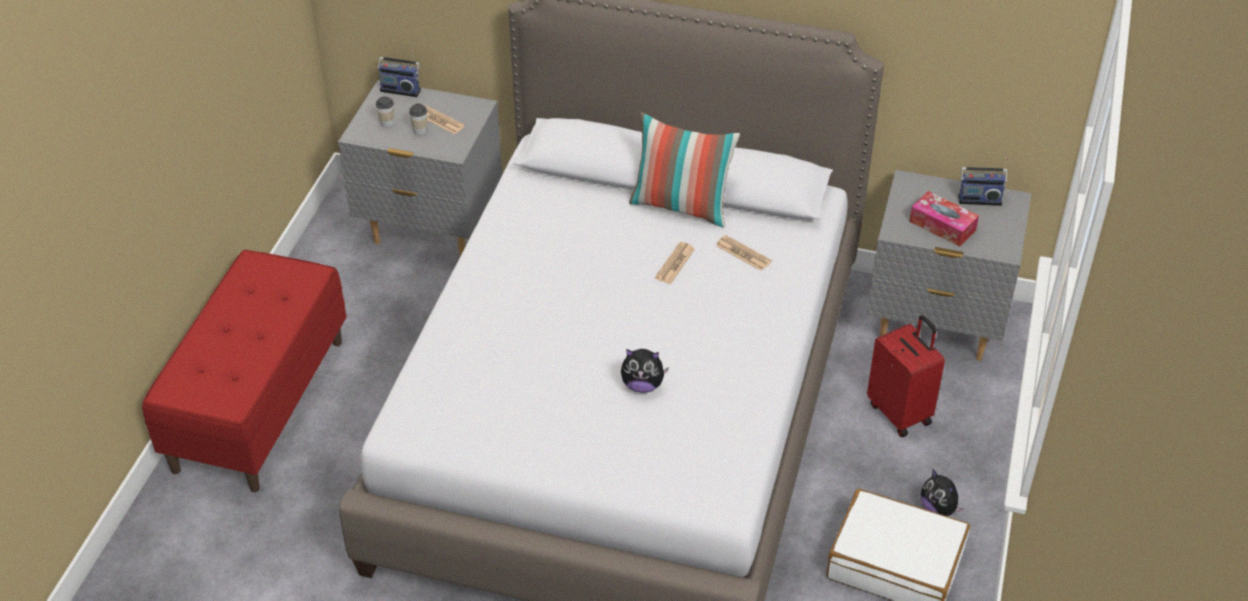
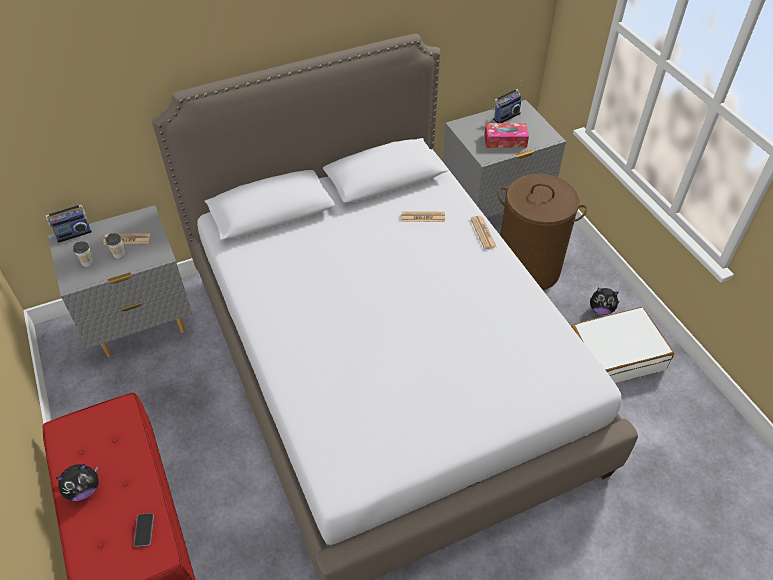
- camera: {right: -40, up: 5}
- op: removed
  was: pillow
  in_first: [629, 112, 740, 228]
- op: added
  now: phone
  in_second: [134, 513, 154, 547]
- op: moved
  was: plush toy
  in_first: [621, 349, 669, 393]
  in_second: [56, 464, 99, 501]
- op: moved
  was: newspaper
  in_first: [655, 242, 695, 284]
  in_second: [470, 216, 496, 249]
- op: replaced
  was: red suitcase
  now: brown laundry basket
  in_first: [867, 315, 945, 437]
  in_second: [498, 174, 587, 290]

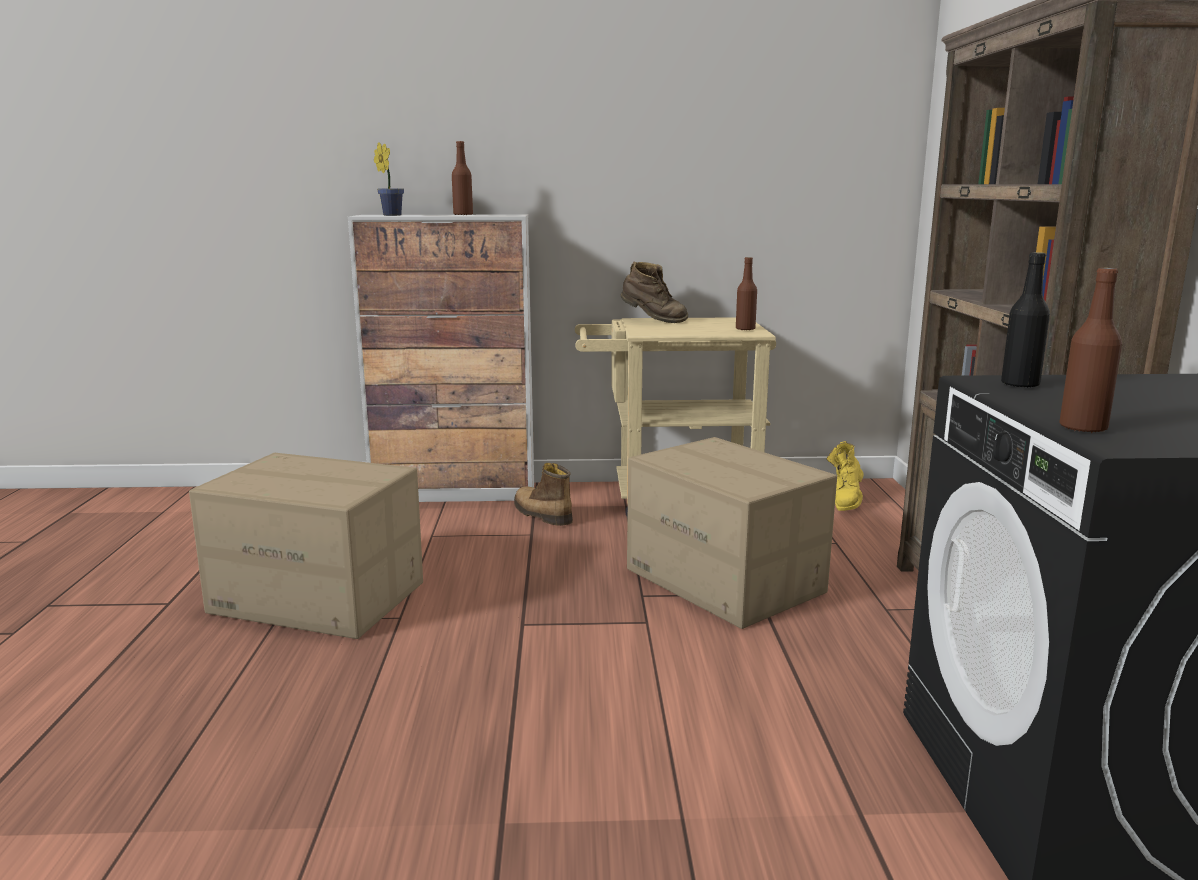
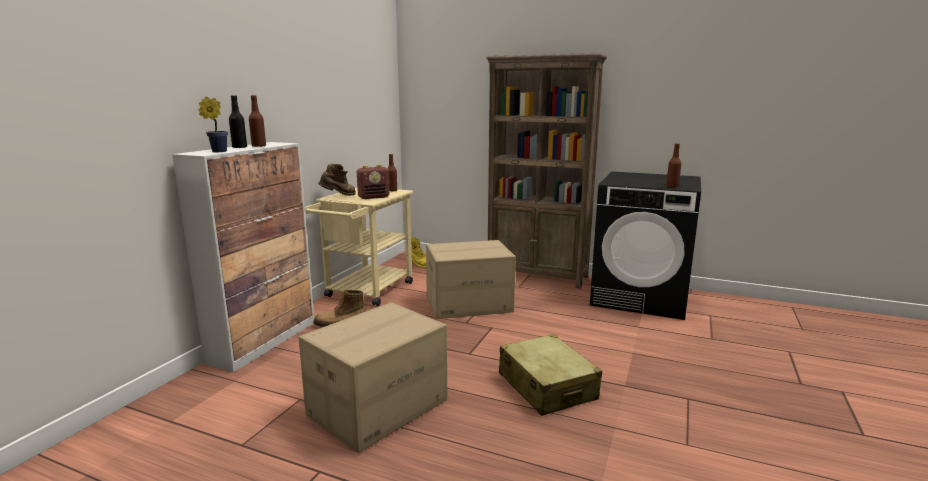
- camera: {right: -65, up: 0}
- op: added
  now: radio
  in_second: [357, 165, 390, 199]
- op: added
  now: beige suitcase
  in_second: [499, 334, 602, 416]
- op: moved
  was: black bottle
  in_first: [1001, 252, 1050, 388]
  in_second: [229, 95, 247, 148]

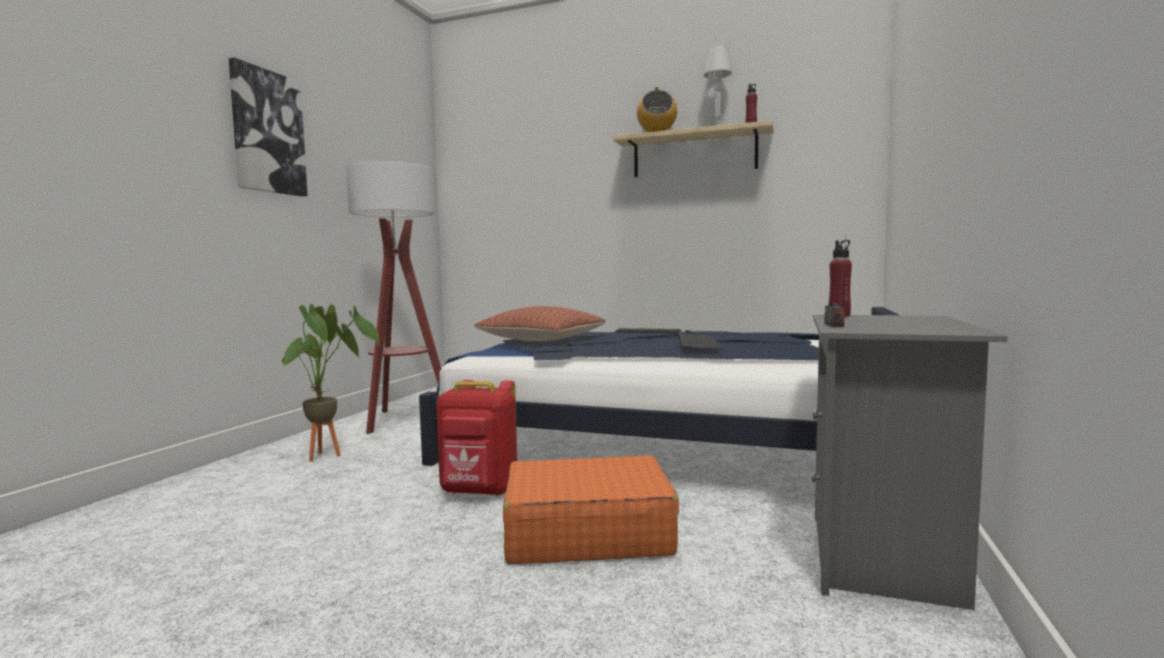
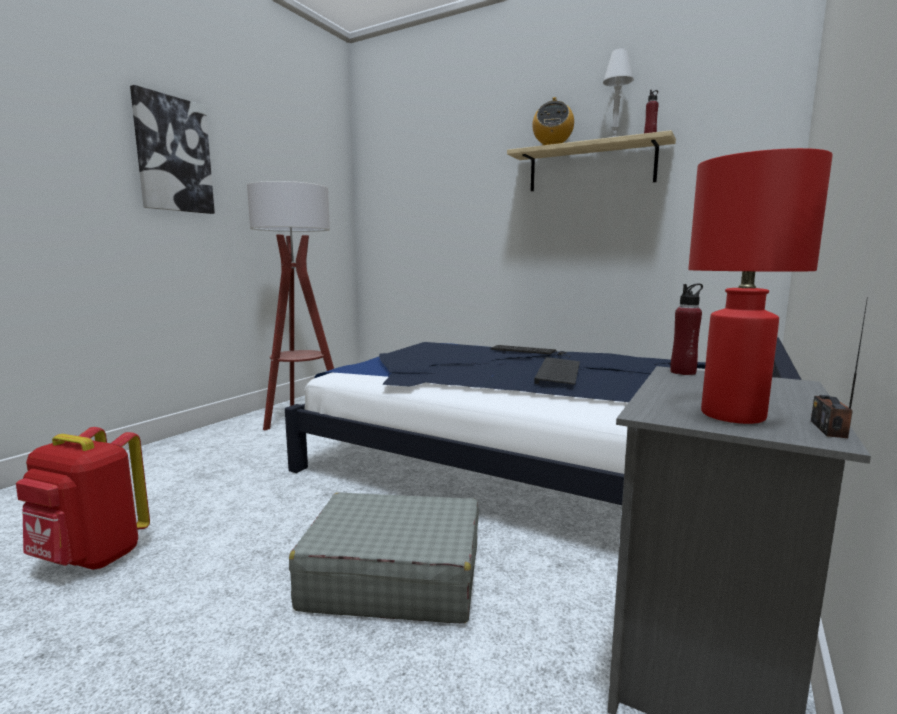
- camera: {right: 10, up: 5}
- op: removed
  was: potted plant
  in_first: [282, 304, 380, 462]
- op: removed
  was: pillow
  in_first: [474, 306, 606, 341]
- op: added
  now: red table lamp
  in_second: [688, 148, 833, 424]
- op: moved
  was: red backpack
  in_first: [436, 380, 517, 496]
  in_second: [16, 427, 150, 570]
- op: moved
  was: radio
  in_first: [824, 235, 846, 327]
  in_second: [811, 297, 868, 438]
- op: recoloured
  was: orange suitcase
  now: grey suitcase
  in_first: [503, 455, 679, 564]
  in_second: [289, 492, 479, 624]

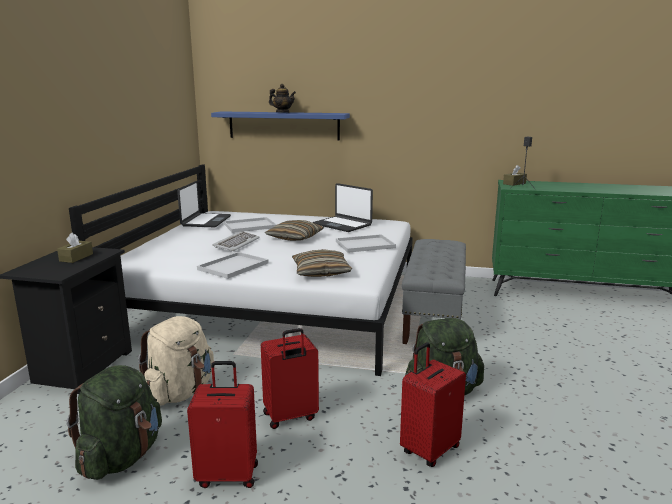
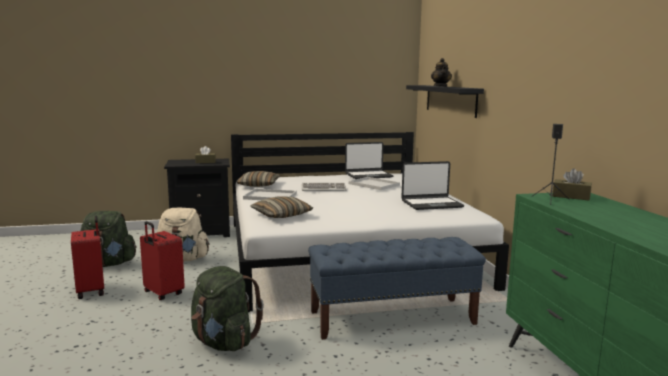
- camera: {right: 65, up: -5}
- op: removed
  was: white tray
  in_first: [336, 234, 396, 253]
- op: removed
  was: red suitcase
  in_first: [400, 343, 466, 467]
- op: moved
  was: pillow
  in_first: [265, 220, 324, 241]
  in_second: [236, 171, 280, 187]
- op: recoloured
  was: blue shelf
  now: black shelf
  in_first: [211, 111, 350, 140]
  in_second: [406, 85, 484, 118]
- op: recoloured
  was: grey bench
  now: blue bench
  in_first: [402, 239, 466, 344]
  in_second: [308, 237, 486, 340]
- op: turned
  was: laptop
  in_first: [313, 183, 373, 232]
  in_second: [401, 161, 464, 210]
  clockwise: -120

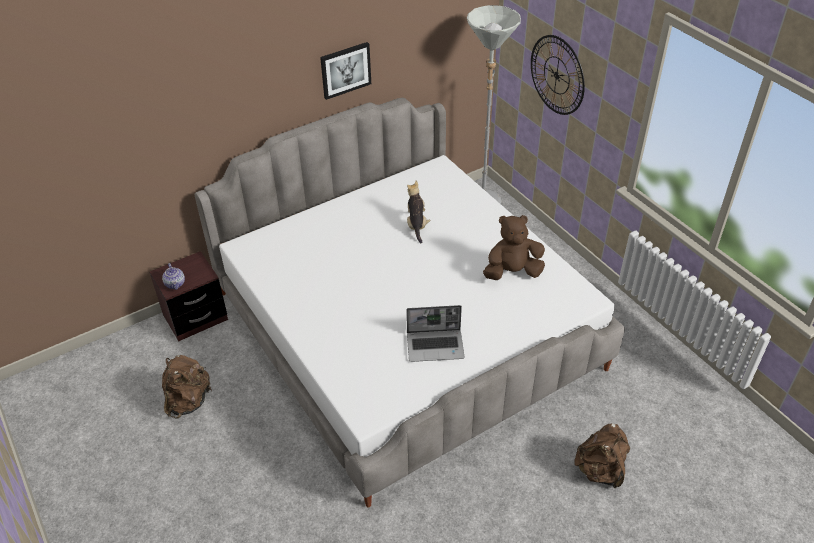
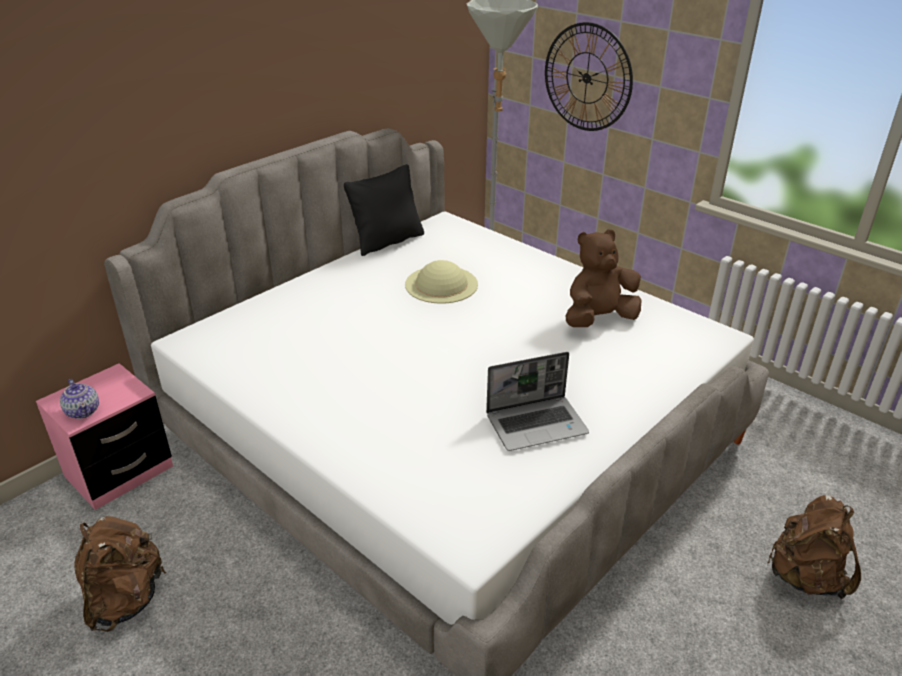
- camera: {right: -15, up: -10}
- op: removed
  was: picture
  in_first: [320, 42, 371, 100]
- op: added
  now: black pillow
  in_second: [344, 164, 424, 256]
- op: replaced
  was: plush toy
  now: beige hat
  in_first: [407, 181, 430, 243]
  in_second: [405, 260, 478, 304]
- op: recoloured
  was: brown nightstand
  now: pink nightstand
  in_first: [149, 251, 228, 341]
  in_second: [36, 363, 173, 510]

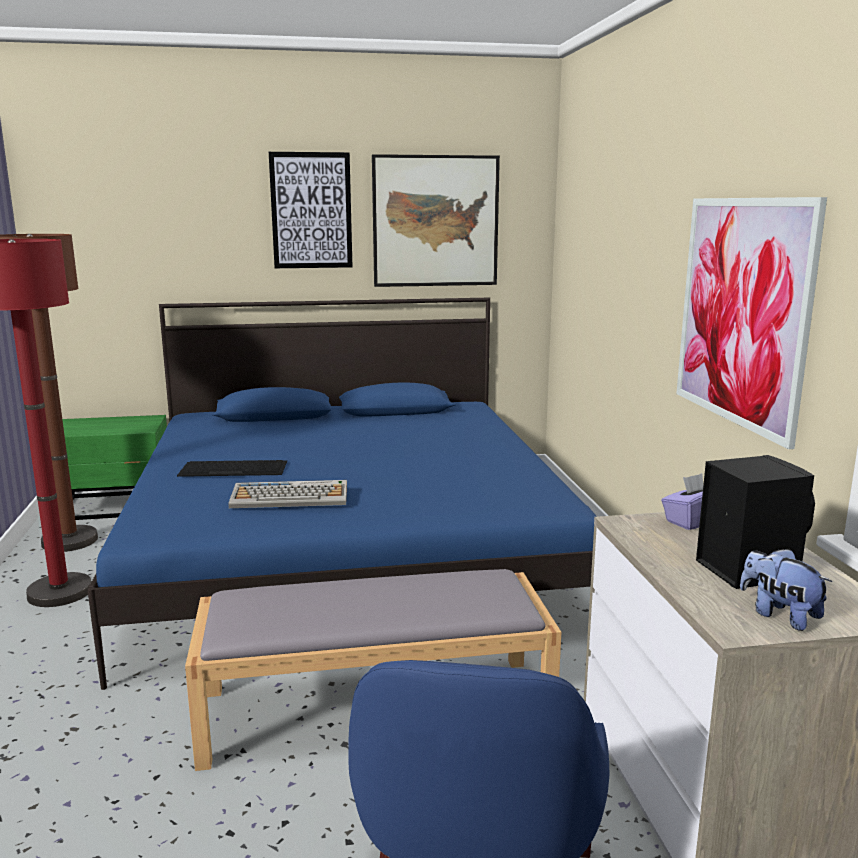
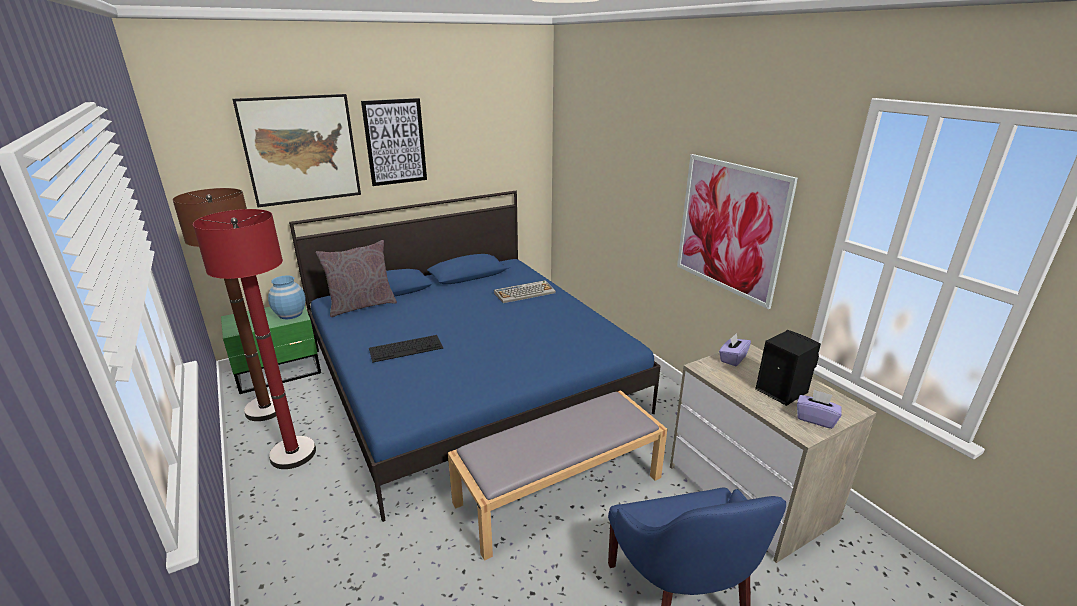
- camera: {right: -20, up: 10}
- op: added
  now: blue vase
  in_second: [268, 276, 306, 319]
- op: added
  now: grey pillow
  in_second: [316, 240, 397, 317]
- op: moved
  was: keyboard
  in_first: [228, 480, 347, 508]
  in_second: [494, 280, 556, 303]
- op: moved
  was: picture
  in_first: [372, 154, 500, 287]
  in_second: [232, 94, 361, 207]
- op: replaced
  was: plush toy
  now: purple tissue box
  in_first: [740, 548, 832, 631]
  in_second: [797, 390, 842, 429]

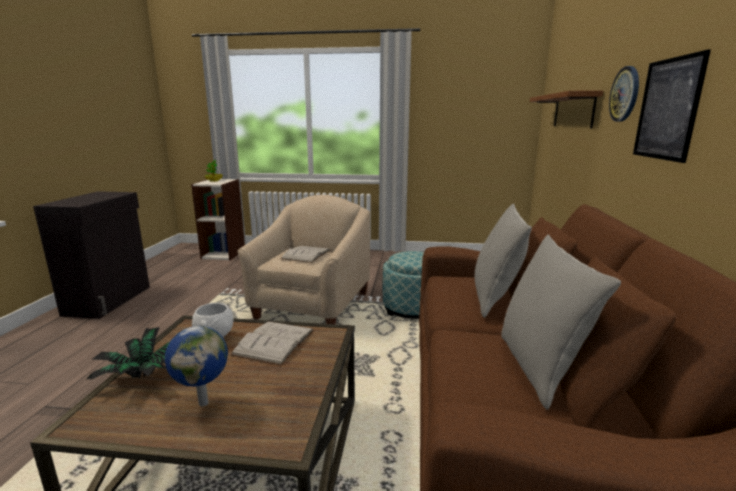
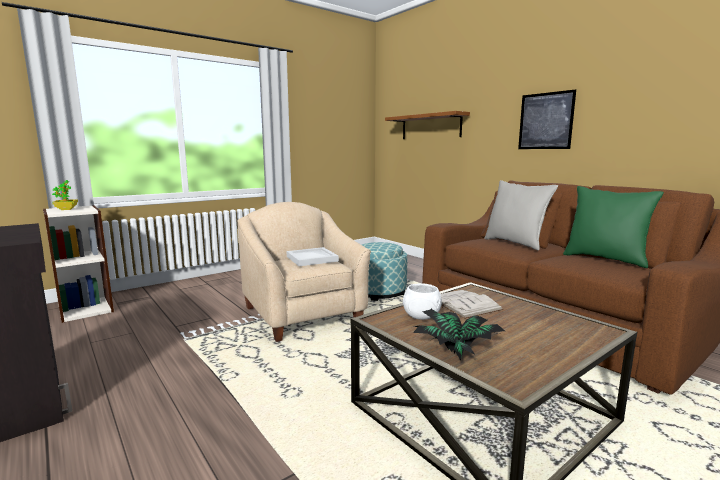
- camera: {right: -45, up: -5}
- op: removed
  was: globe
  in_first: [165, 326, 228, 407]
- op: removed
  was: wall clock
  in_first: [609, 66, 639, 121]
- op: replaced
  was: white book
  now: white tray
  in_first: [281, 246, 330, 263]
  in_second: [287, 247, 339, 266]
- op: recoloured
  was: grey pillow
  now: green pillow
  in_first: [501, 235, 621, 410]
  in_second: [563, 186, 664, 268]

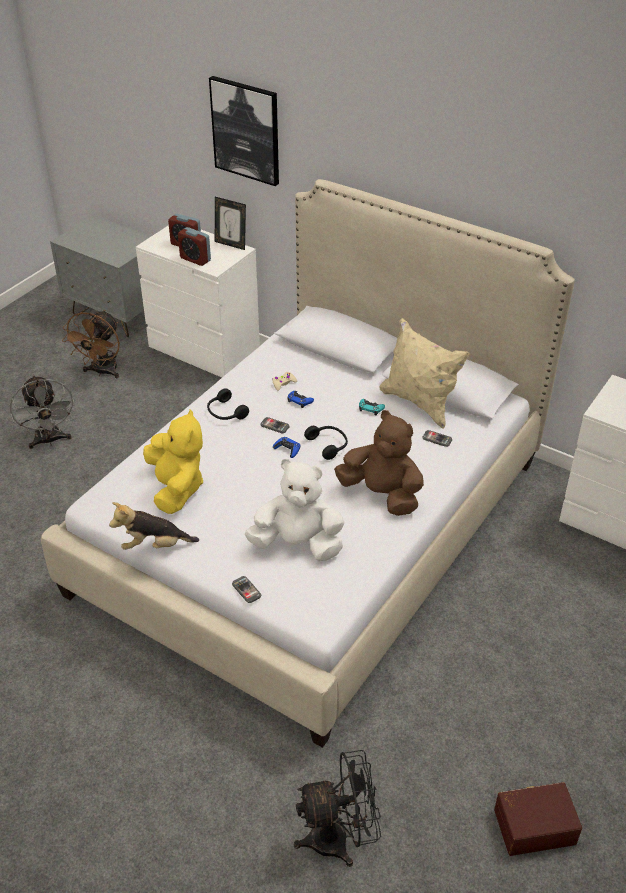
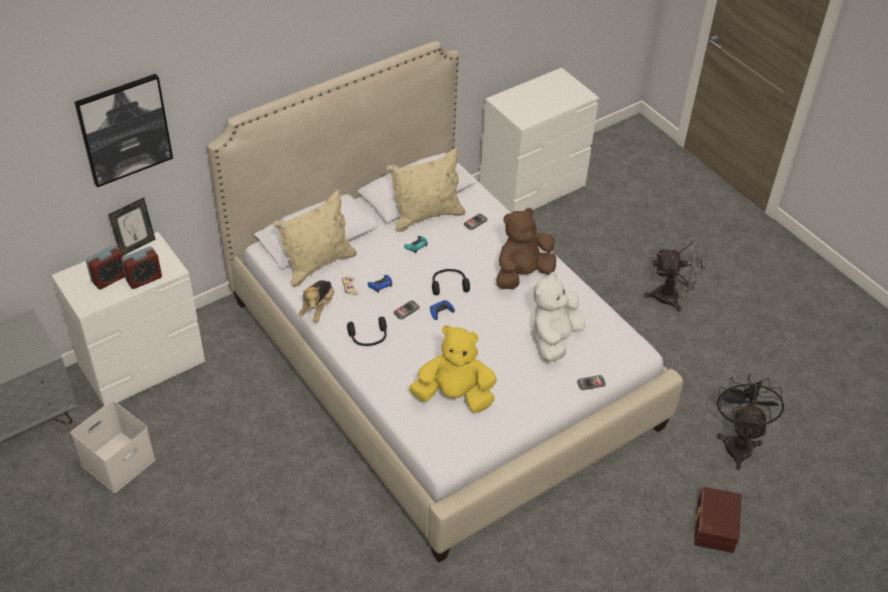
- camera: {right: -70, up: 5}
- op: added
  now: beige pillow
  in_second: [273, 189, 357, 287]
- op: moved
  was: grey fan
  in_first: [10, 375, 75, 449]
  in_second: [644, 235, 708, 312]
- op: moved
  was: plush toy
  in_first: [109, 502, 199, 550]
  in_second: [298, 280, 334, 322]
- op: moved
  was: brown storage box
  in_first: [494, 782, 582, 856]
  in_second: [694, 487, 741, 553]
- op: replaced
  was: brown fan
  now: white storage box
  in_first: [62, 310, 120, 378]
  in_second: [71, 400, 156, 493]

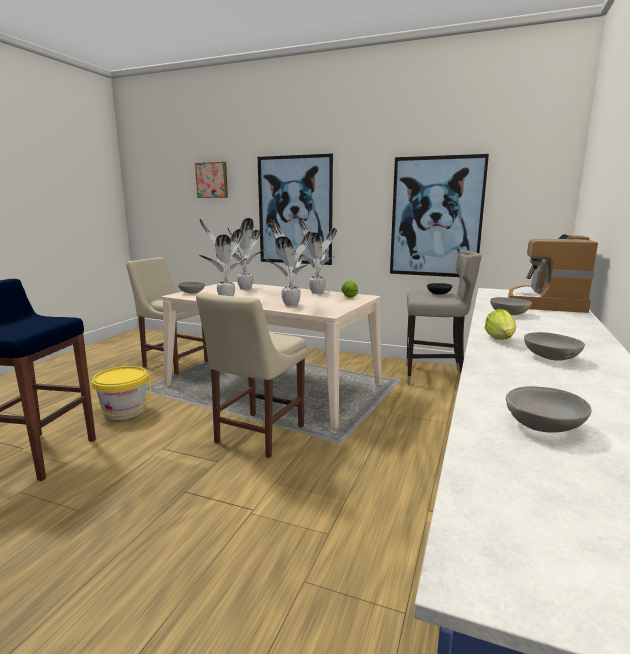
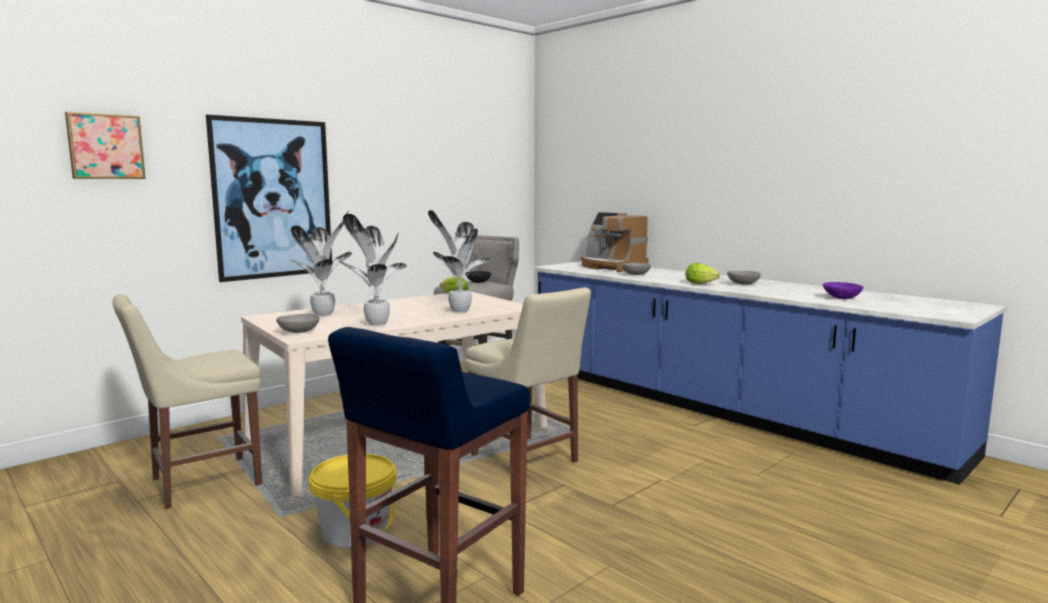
- camera: {right: -65, up: -5}
- op: removed
  was: potted plant
  in_first: [294, 218, 337, 294]
- op: removed
  was: picture
  in_first: [390, 154, 489, 277]
- op: recoloured
  was: grey bowl
  now: purple bowl
  in_first: [506, 386, 592, 433]
  in_second: [823, 282, 863, 299]

